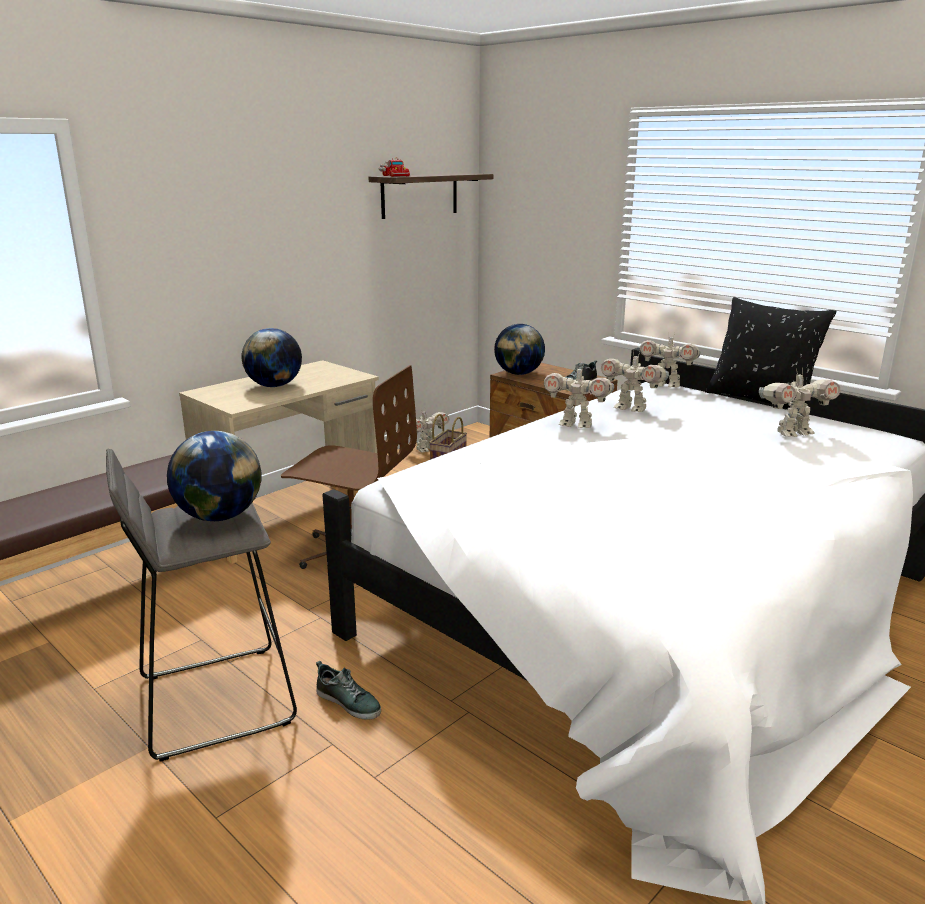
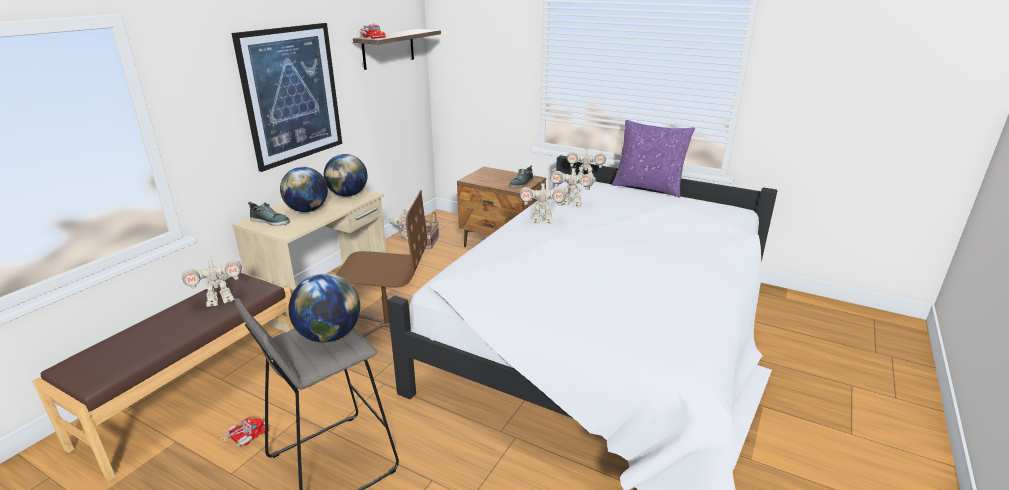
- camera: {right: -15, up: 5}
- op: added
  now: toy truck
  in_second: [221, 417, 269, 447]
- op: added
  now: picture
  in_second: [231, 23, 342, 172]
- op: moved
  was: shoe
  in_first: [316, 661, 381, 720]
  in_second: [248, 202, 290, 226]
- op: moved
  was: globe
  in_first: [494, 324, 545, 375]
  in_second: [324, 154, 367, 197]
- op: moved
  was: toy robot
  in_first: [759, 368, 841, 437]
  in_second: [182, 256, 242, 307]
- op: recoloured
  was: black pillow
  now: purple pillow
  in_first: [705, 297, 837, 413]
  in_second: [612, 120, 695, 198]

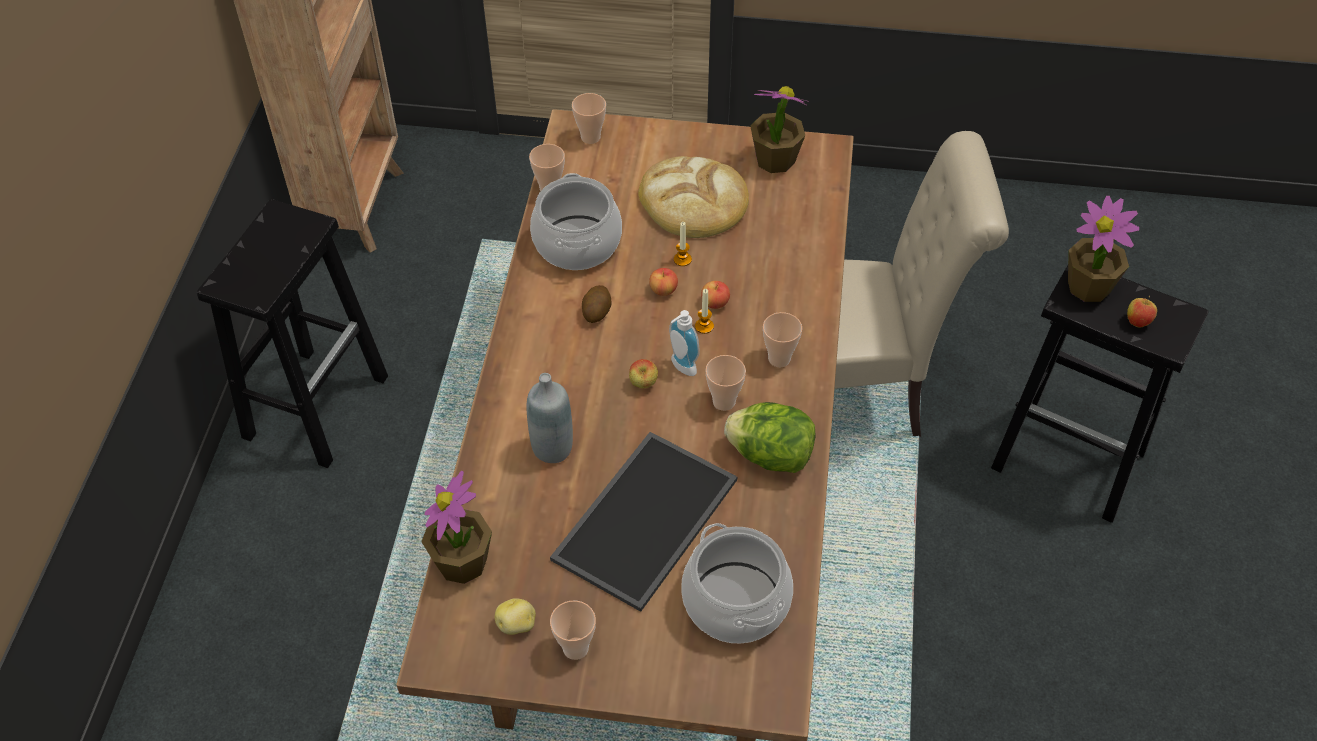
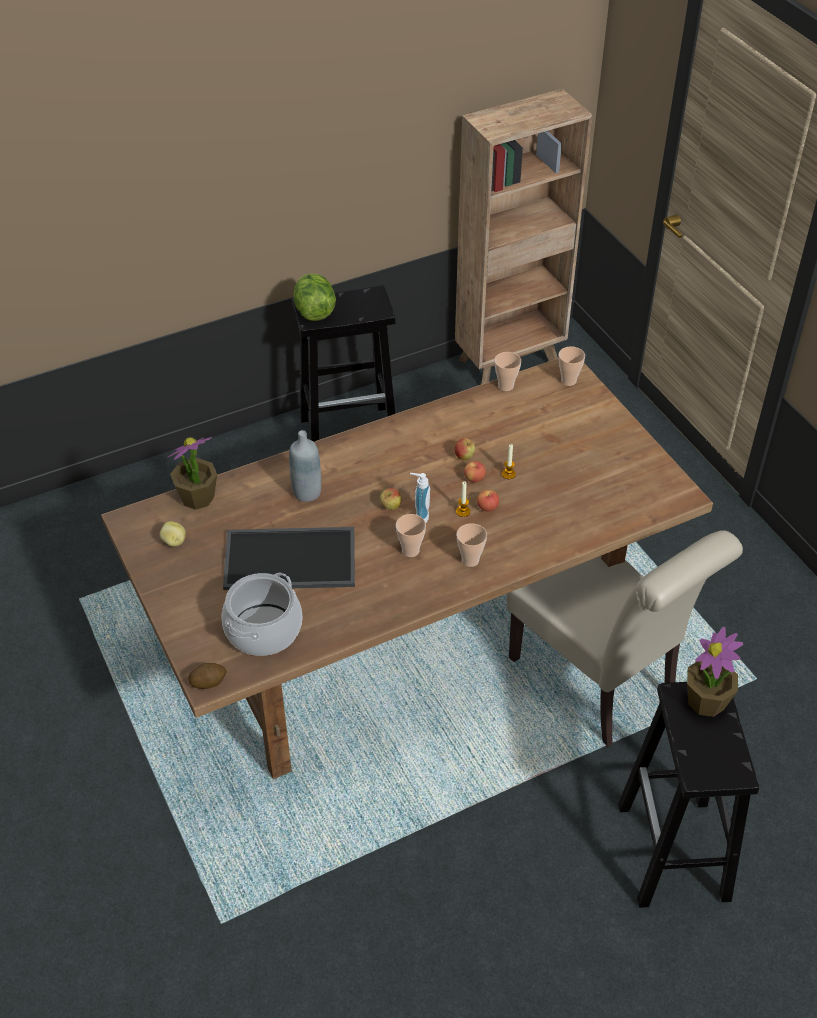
- camera: {right: 55, up: -5}
- op: removed
  was: cooking pot
  in_first: [530, 173, 622, 270]
- op: removed
  was: cup
  in_first: [550, 601, 596, 660]
- op: removed
  was: bread
  in_first: [638, 156, 749, 238]
- op: removed
  was: potted plant
  in_first: [750, 86, 809, 173]
- op: moved
  was: potato
  in_first: [582, 285, 612, 323]
  in_second: [188, 663, 227, 689]
- op: moved
  was: lettuce
  in_first: [724, 402, 815, 473]
  in_second: [294, 273, 336, 321]
- op: moved
  was: apple
  in_first: [1127, 296, 1157, 327]
  in_second: [455, 438, 475, 460]

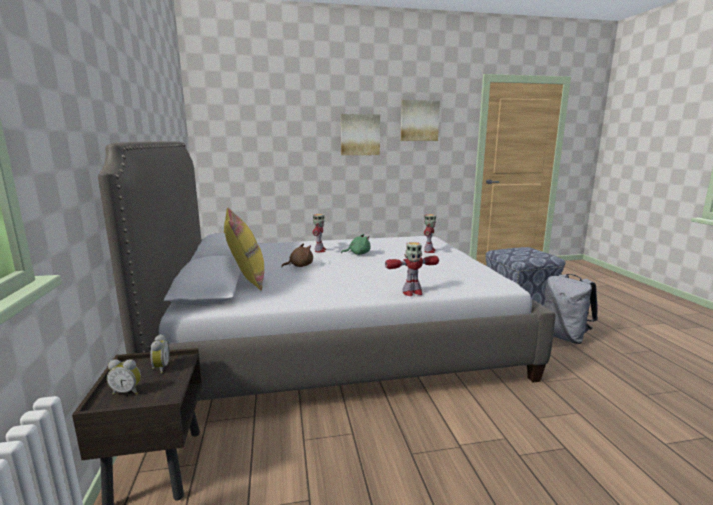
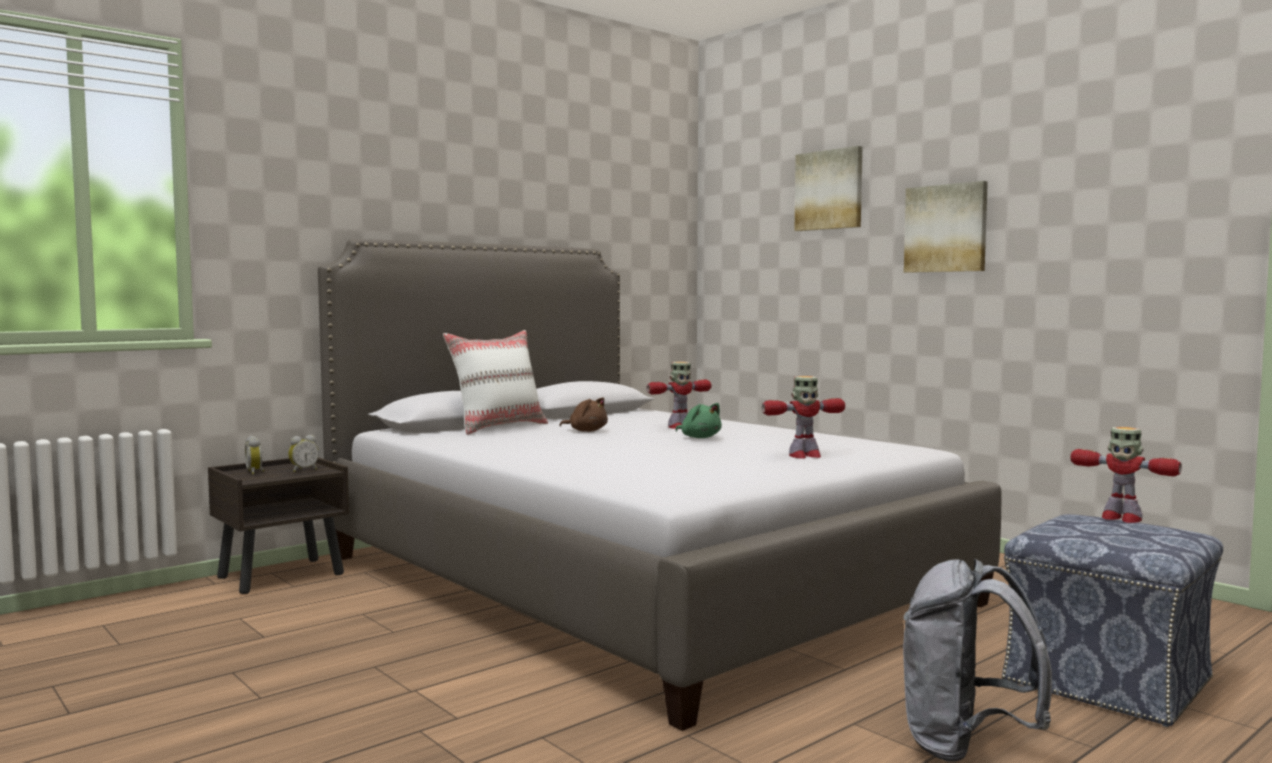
- camera: {right: 60, up: -10}
- op: moved
  was: toy robot
  in_first: [385, 242, 439, 296]
  in_second: [1070, 427, 1182, 523]
- op: moved
  was: picture
  in_first: [401, 100, 440, 141]
  in_second: [795, 146, 862, 231]
- op: recoloured
  was: yellow pillow
  now: white pillow
  in_first: [224, 208, 264, 290]
  in_second: [443, 330, 548, 435]

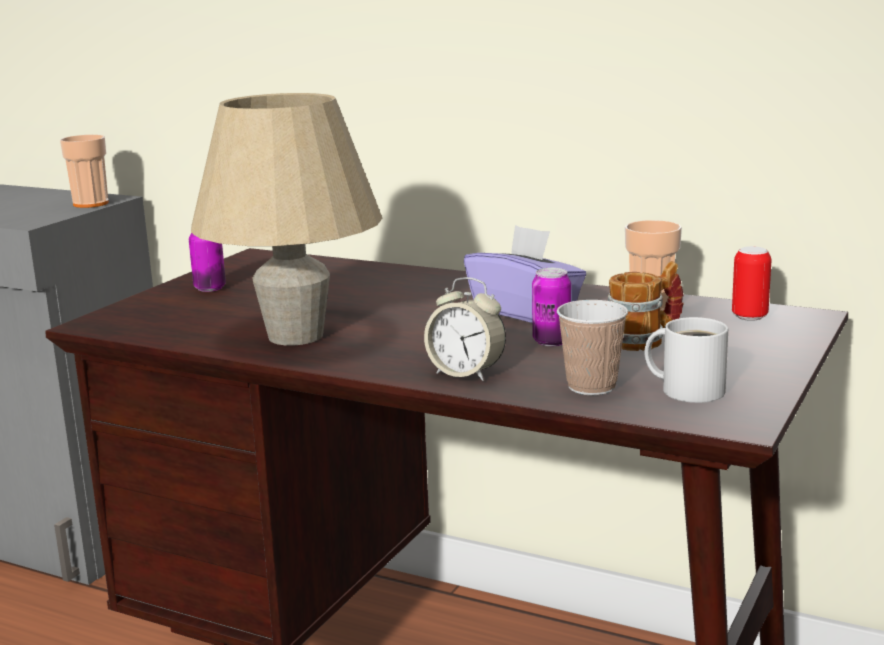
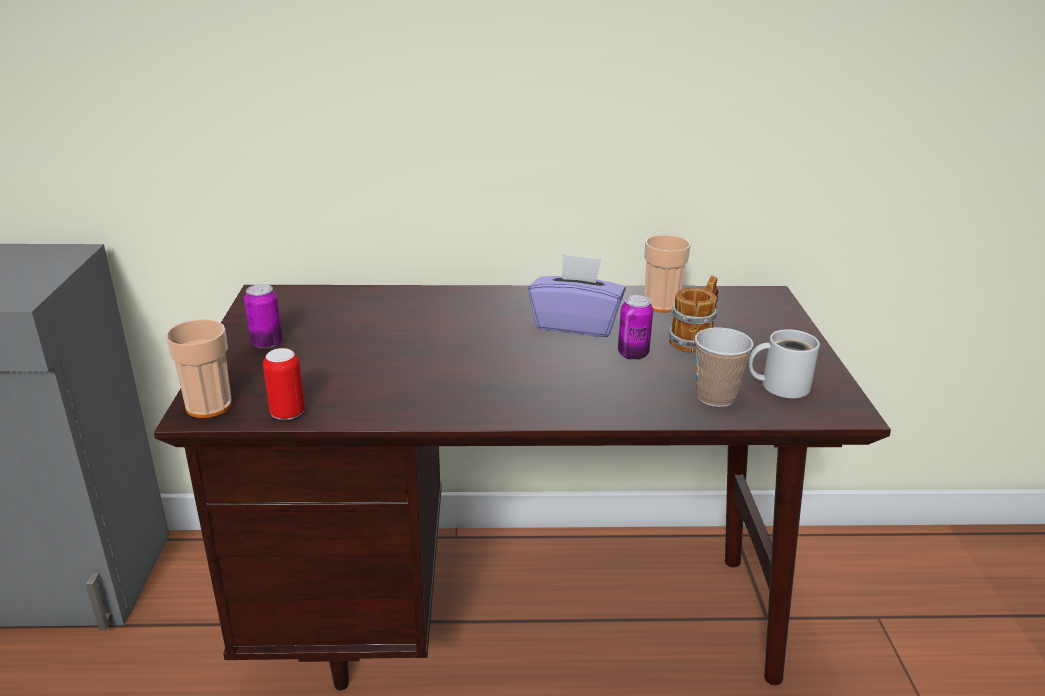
- camera: {right: -30, up: 10}
- op: removed
  was: beige table lamp
  in_first: [191, 93, 382, 346]
- op: removed
  was: alarm clock
  in_first: [424, 277, 506, 381]
- op: moved
  was: cup
  in_first: [60, 135, 109, 208]
  in_second: [165, 319, 232, 418]
- op: moved
  was: can
  in_first: [732, 246, 771, 321]
  in_second: [263, 348, 305, 420]

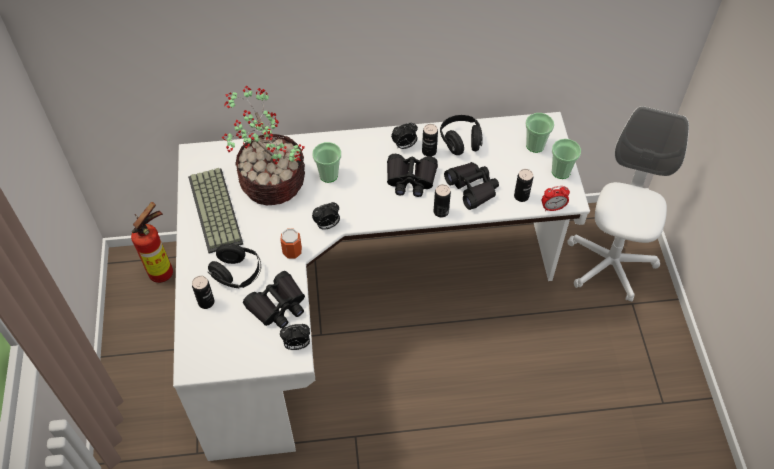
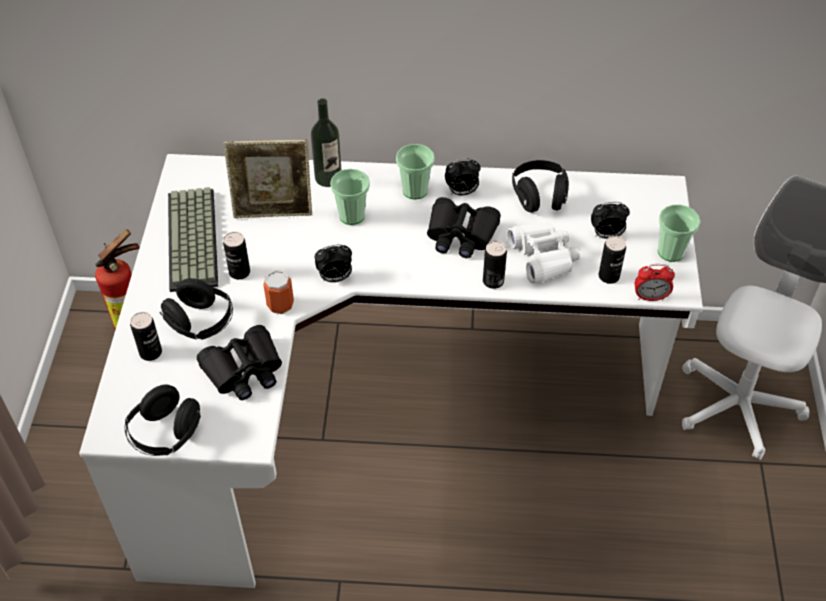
- camera: {right: 10, up: -5}
- op: added
  now: black headphones
  in_second: [125, 384, 201, 456]
- op: added
  now: bottle
  in_second: [311, 98, 341, 187]
- op: moved
  was: alarm clock
  in_first: [280, 324, 310, 350]
  in_second: [591, 202, 630, 239]
- op: moved
  was: can
  in_first: [422, 124, 438, 156]
  in_second: [223, 232, 250, 279]
- op: moved
  was: cup
  in_first: [526, 113, 554, 153]
  in_second: [396, 144, 435, 199]
- op: replaced
  was: potted plant
  now: picture frame
  in_first: [221, 85, 305, 205]
  in_second: [224, 139, 312, 218]
- op: recoloured
  was: black binoculars
  now: white binoculars
  in_first: [444, 162, 499, 210]
  in_second: [506, 222, 580, 283]

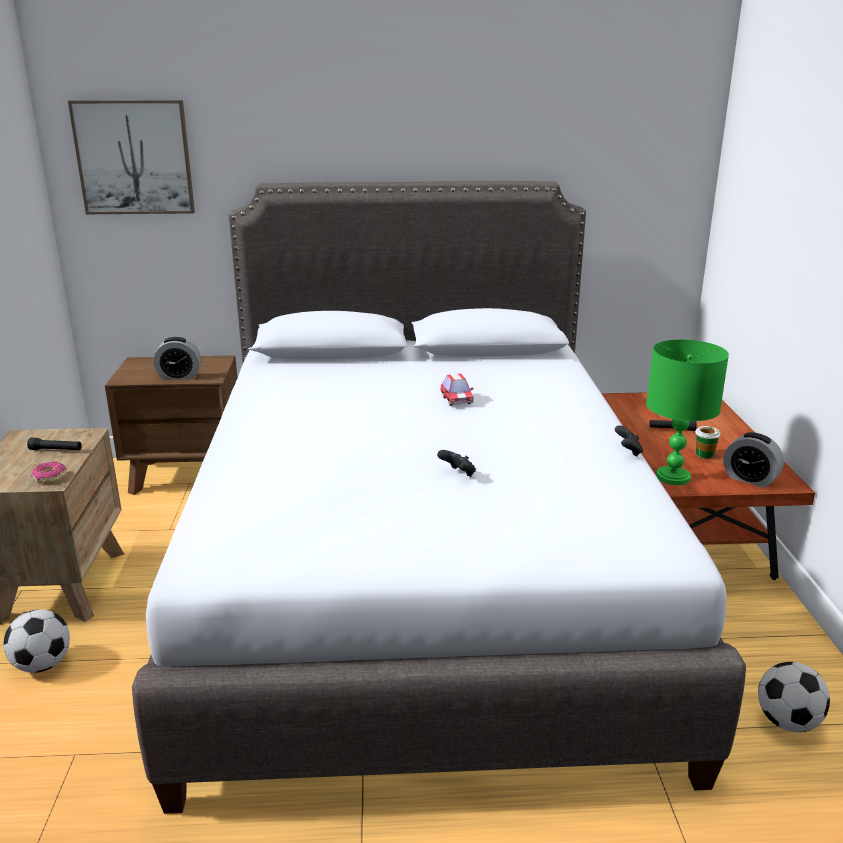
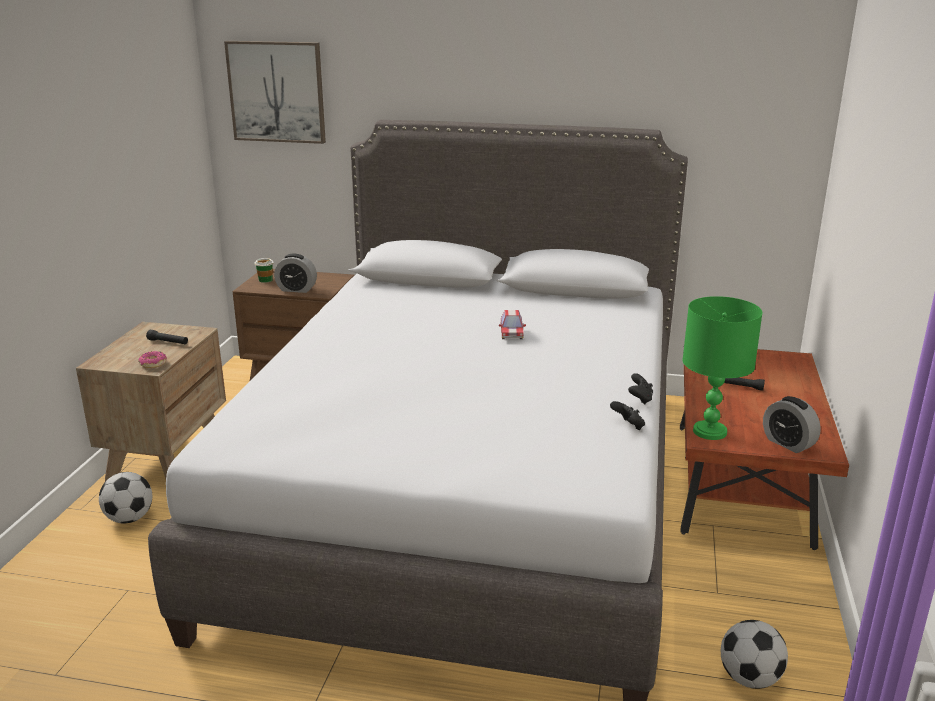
- camera: {right: 15, up: 0}
- op: moved
  was: black game controller
  in_first: [437, 450, 476, 477]
  in_second: [610, 401, 645, 430]
- op: moved
  was: cup
  in_first: [695, 426, 721, 458]
  in_second: [254, 258, 274, 283]

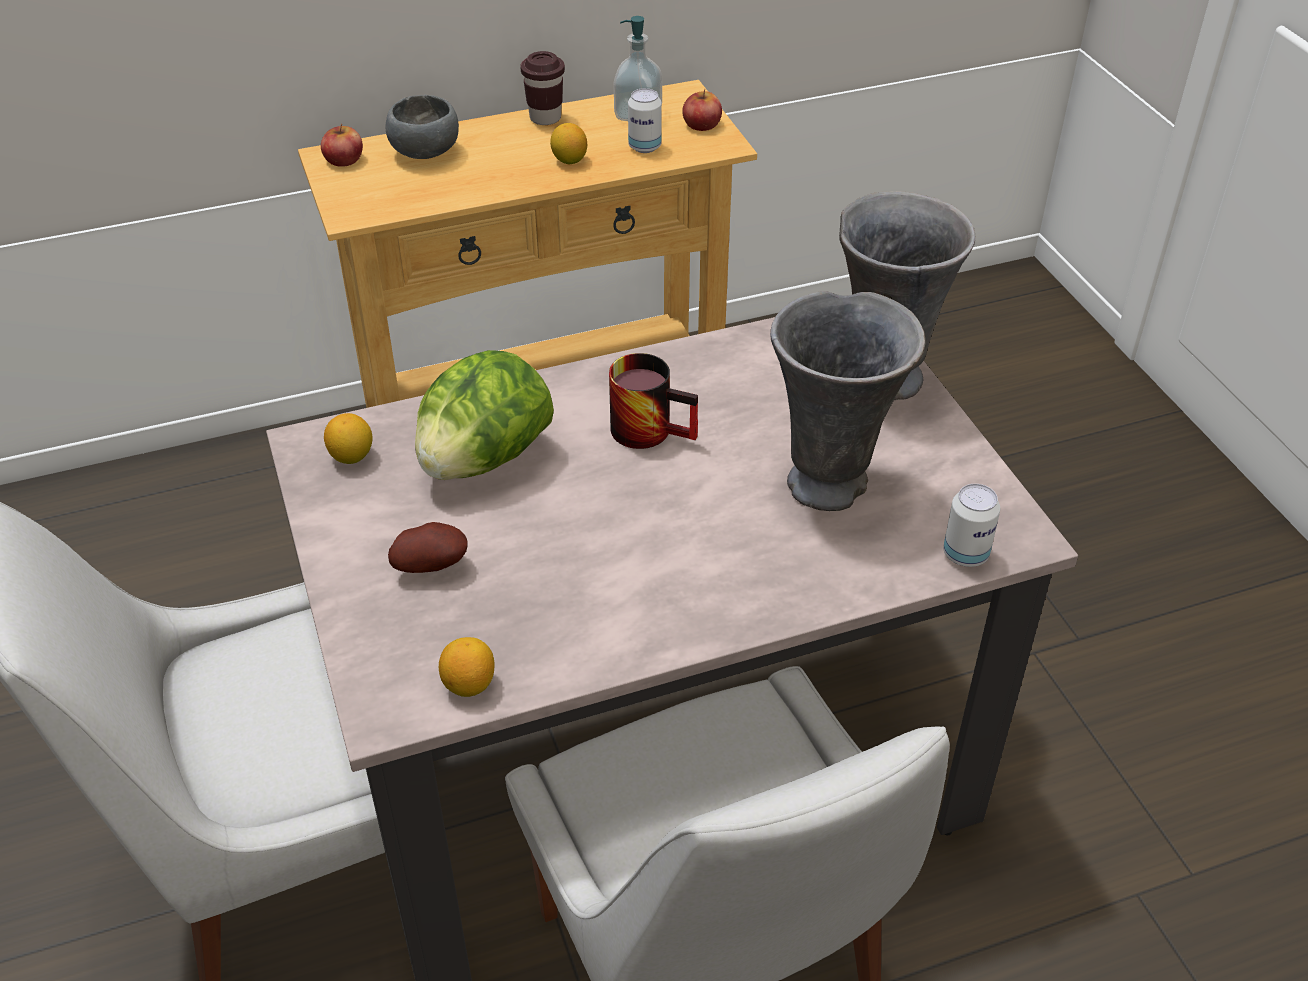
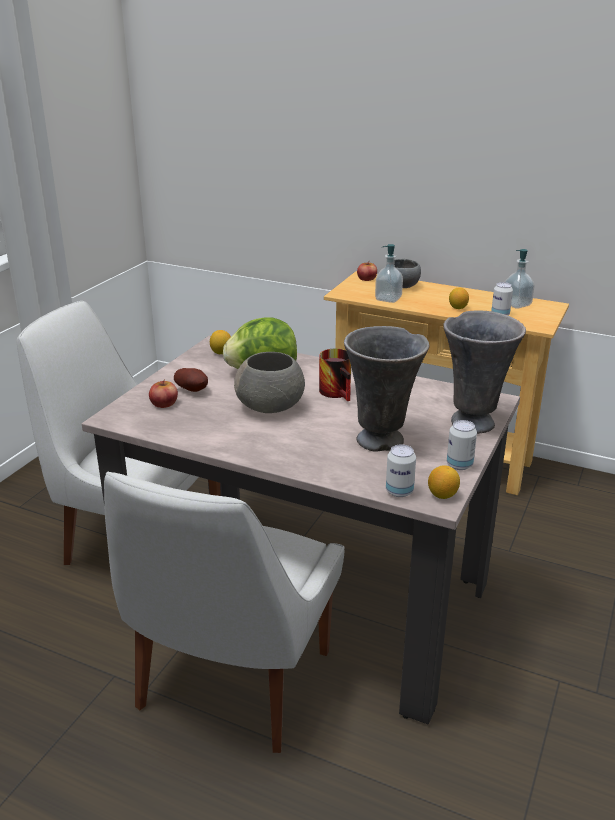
- camera: {right: 45, up: -15}
- op: removed
  was: brown cup
  in_first: [520, 51, 565, 125]
- op: added
  now: grey bowl
  in_second: [234, 352, 305, 413]
- op: added
  now: soap dispenser
  in_second: [375, 244, 403, 303]
- op: added
  now: can
  in_second: [447, 420, 477, 470]
- op: moved
  was: lemon
  in_first: [439, 637, 494, 697]
  in_second: [428, 465, 460, 499]
- op: moved
  was: apple
  in_first: [682, 89, 722, 131]
  in_second: [149, 379, 178, 408]

